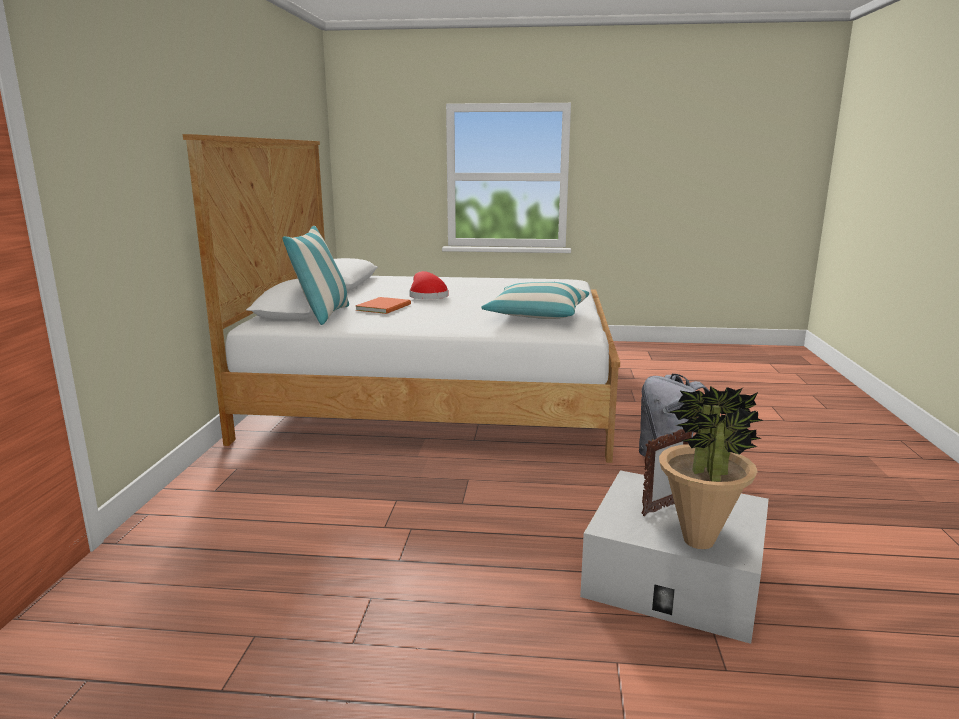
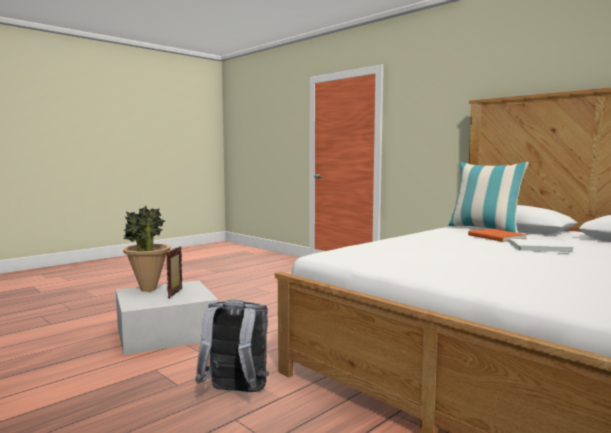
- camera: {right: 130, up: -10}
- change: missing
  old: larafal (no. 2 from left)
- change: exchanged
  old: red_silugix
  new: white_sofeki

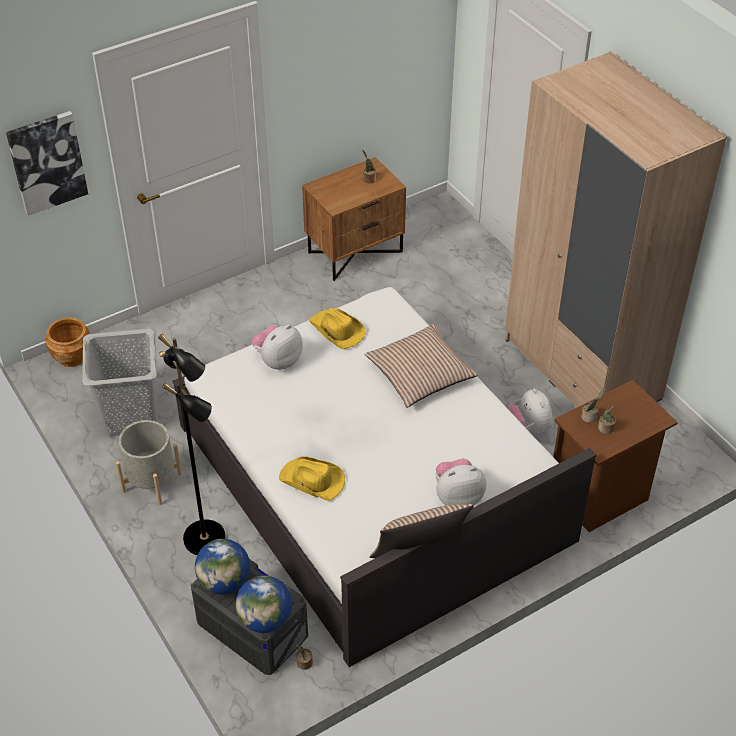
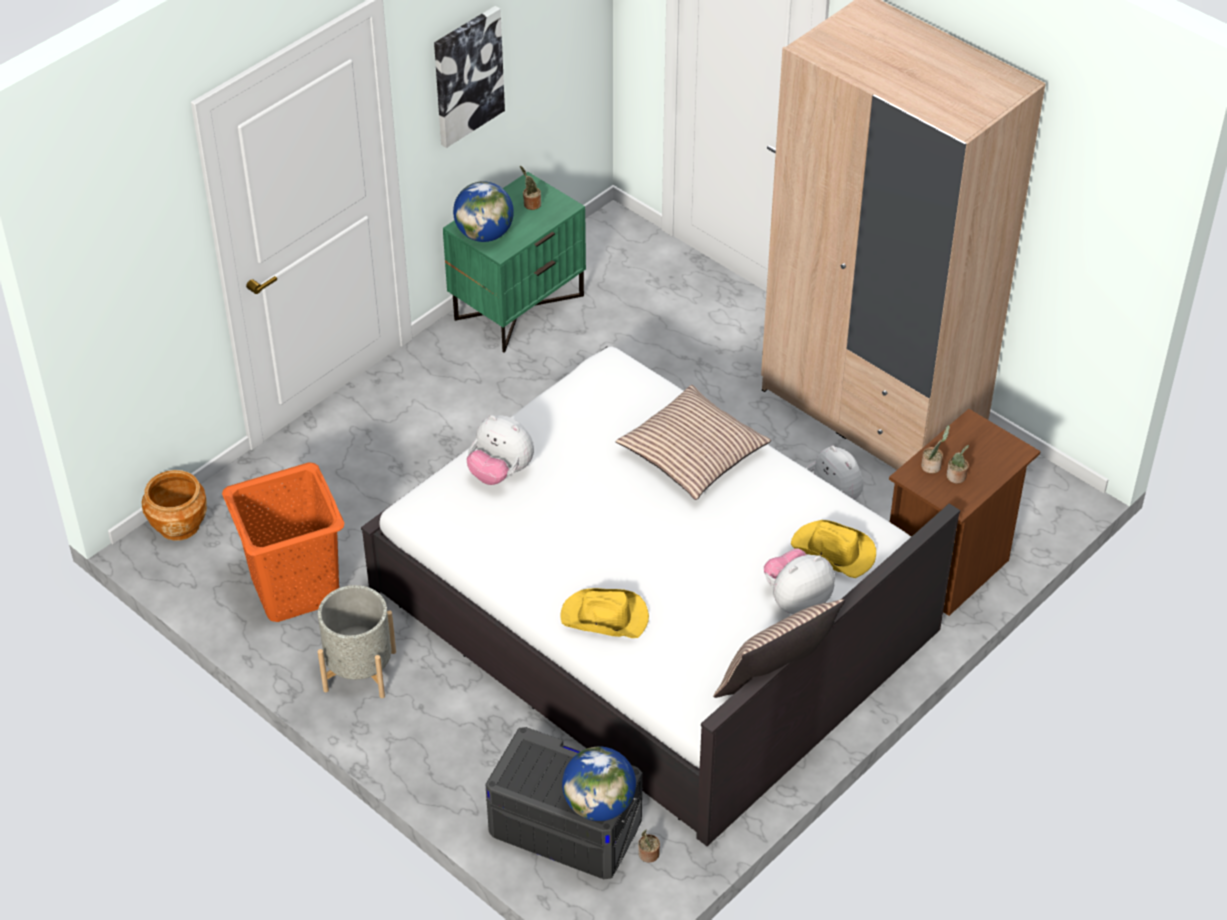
- camera: {right: -15, up: 0}
- change: missing
  old: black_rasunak
- change: relocated
  old: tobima
- change: relocated
  old: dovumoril (no. 1 from left)
- change: relocated
  old: yellow_silugix (no. 2 from left)
- change: colour
  old: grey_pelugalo
  new: orange_pelugalo
- change: colour
  old: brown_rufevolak (no. 1 from left)
  new: green_rufevolak
- change: spun
  old: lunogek (no. 1 from left)
  degrees: -90

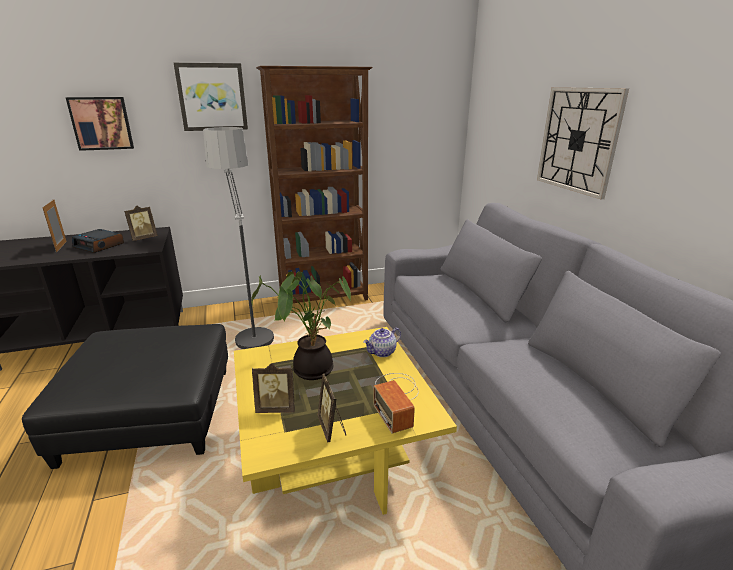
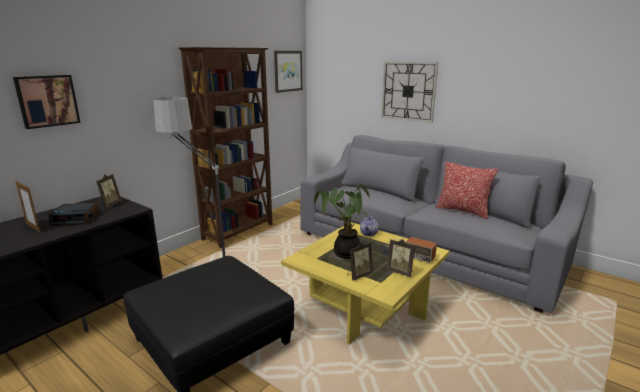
- camera: {right: -35, up: -5}
- change: appeared
  new: larafal
- change: relocated
  old: tobima (no. 2 from left)

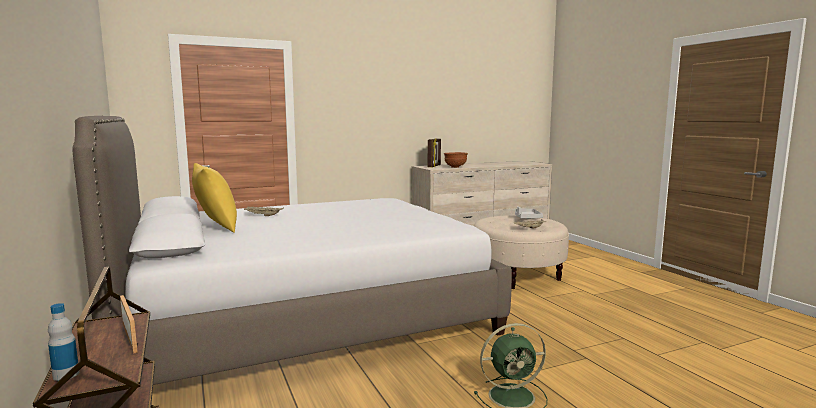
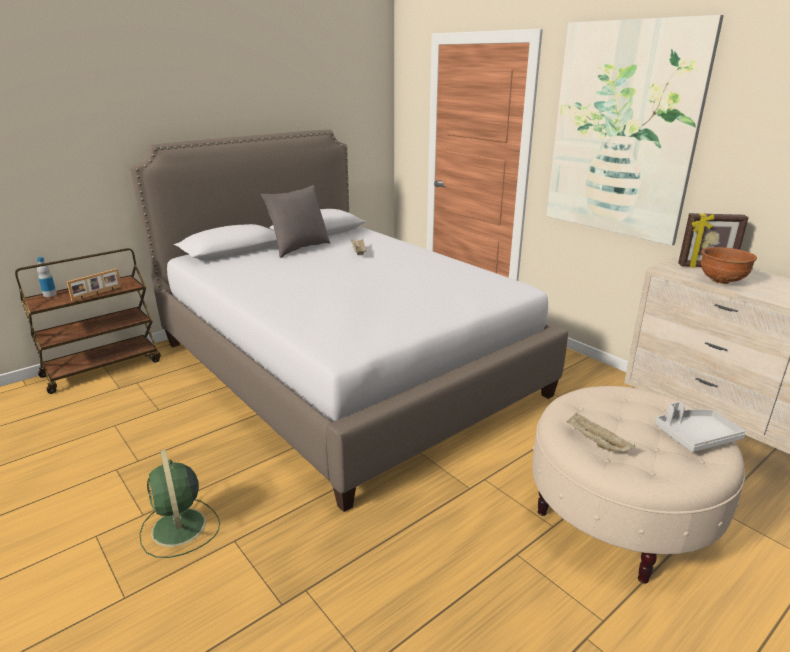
- camera: {right: 75, up: 15}
- change: appeared
  new: tobima
- change: colour
  old: yellow_larafal
  new: grey_larafal

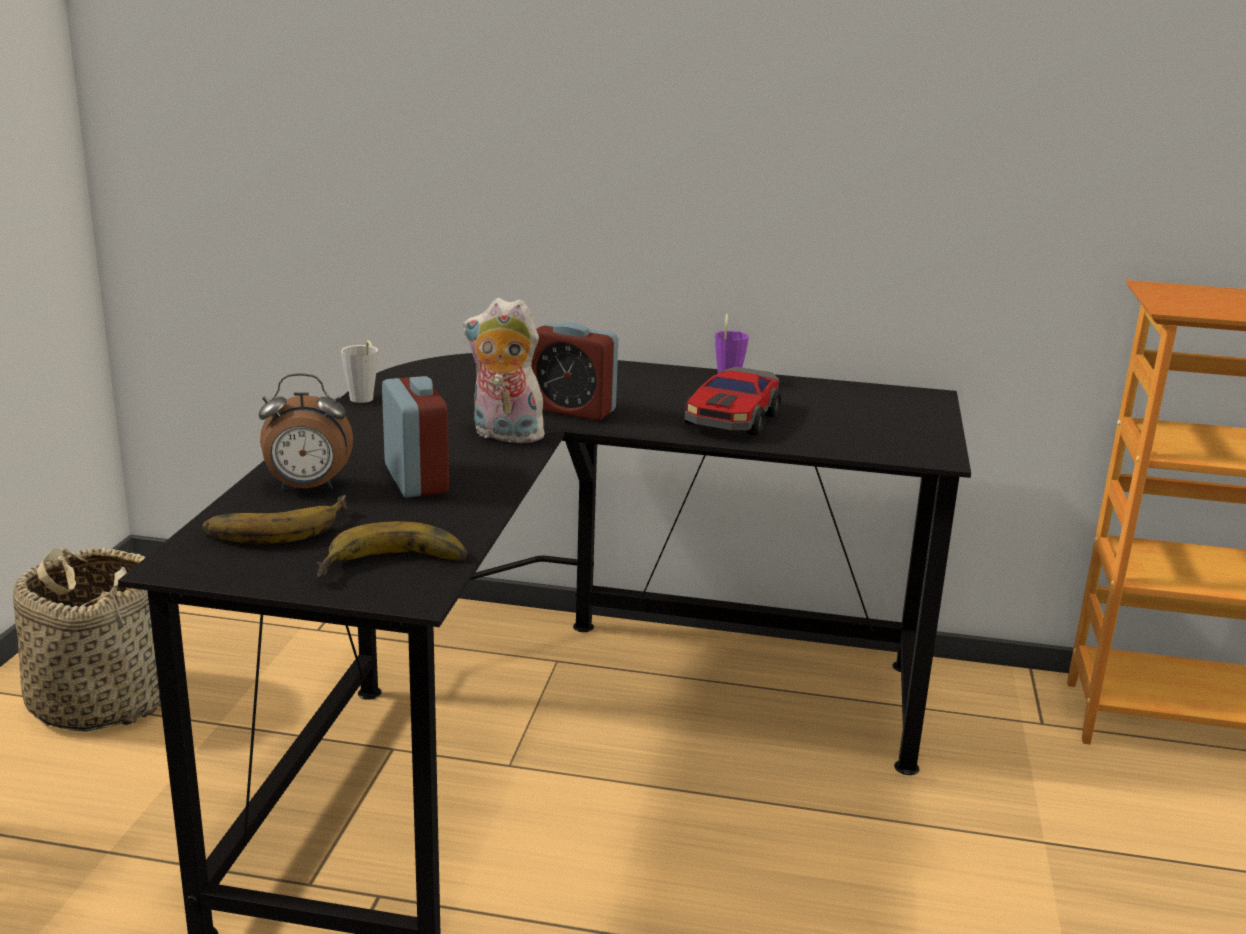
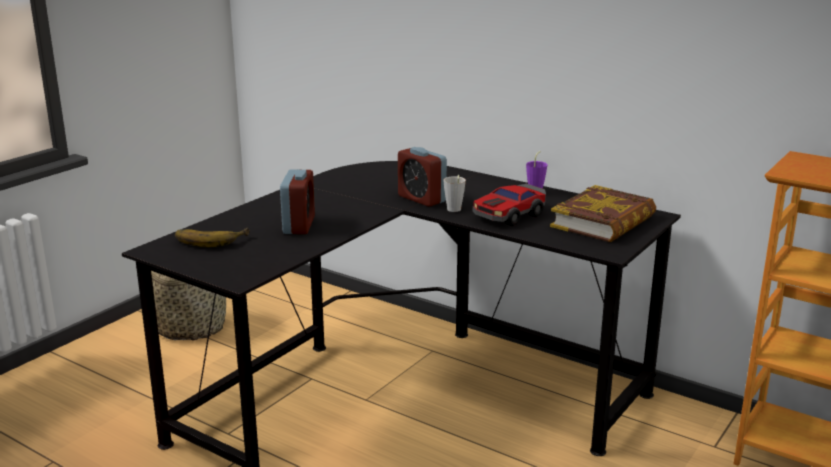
- camera: {right: 25, up: 0}
- change: missing
  old: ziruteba (no. 1 from left)
- change: missing
  old: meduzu (no. 2 from left)
- change: missing
  old: lunogek
- change: appeared
  new: sofeki
- change: relocated
  old: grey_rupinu

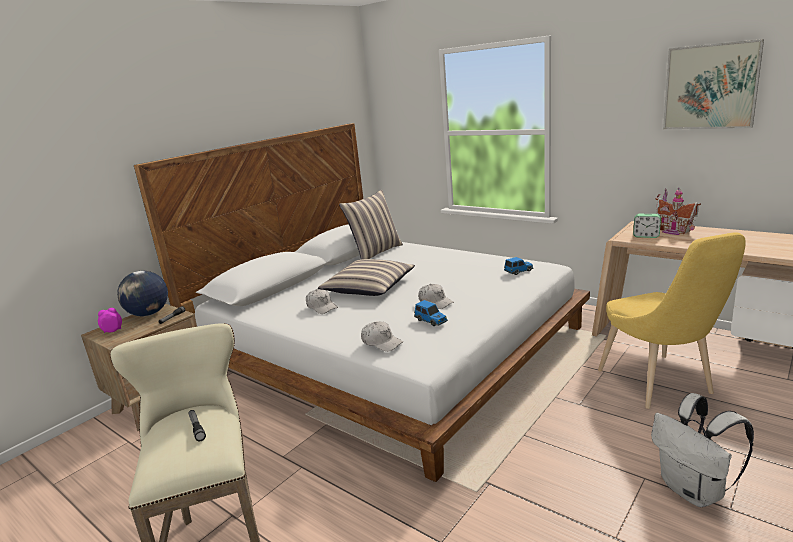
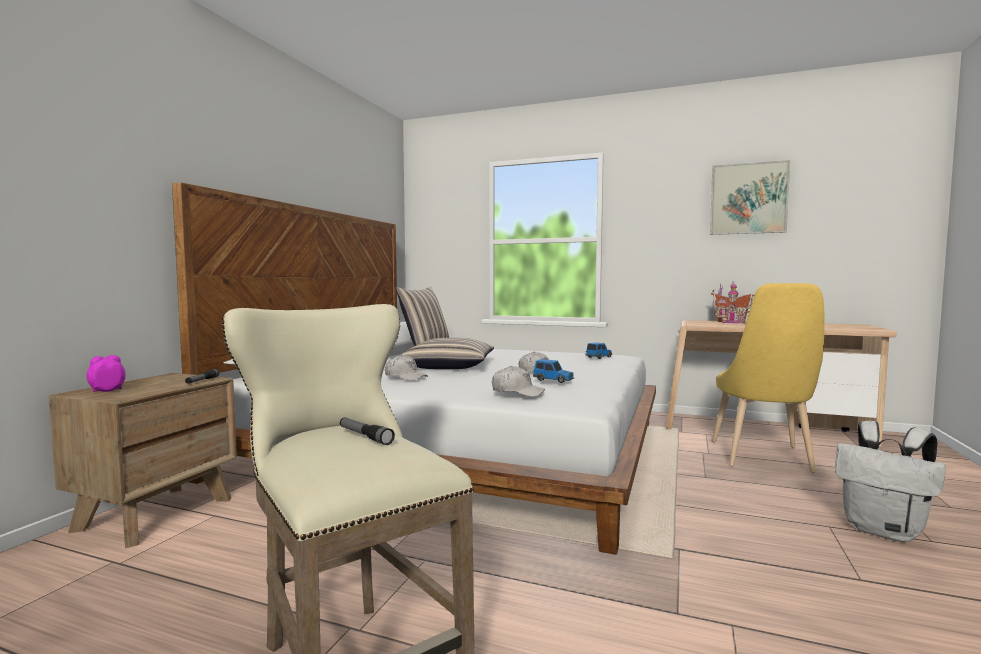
- camera: {right: -20, up: -15}
- change: missing
  old: dovumoril
- change: missing
  old: ziruteba (no. 2 from left)
- change: spun
  old: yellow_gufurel
  degrees: 45

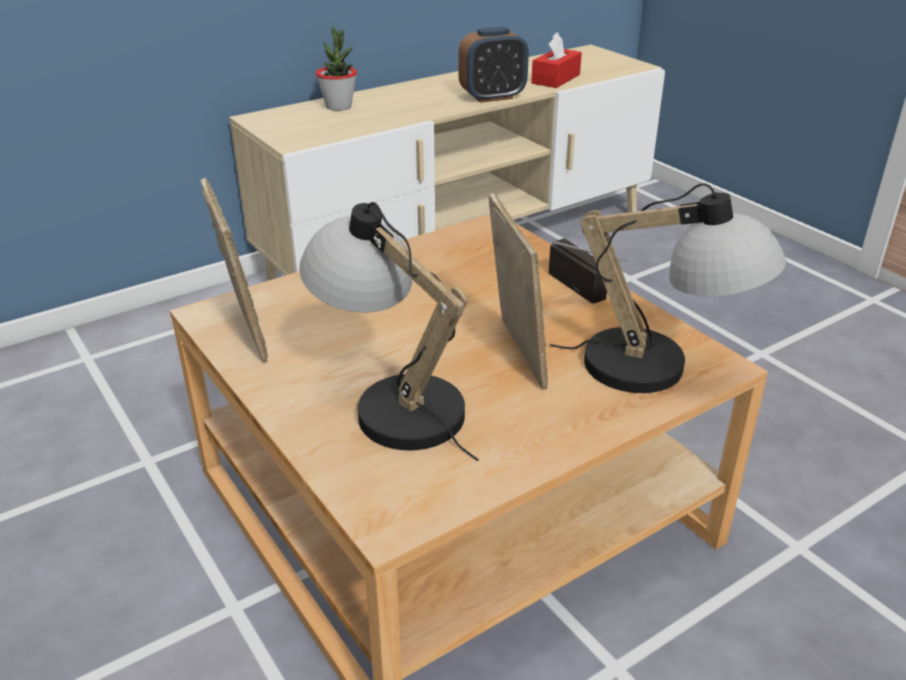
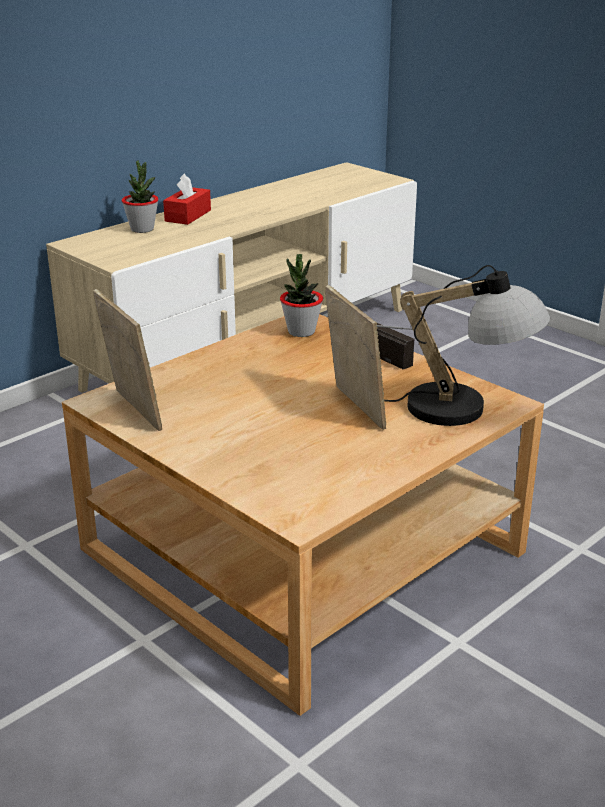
- camera: {right: -10, up: -5}
- change: missing
  old: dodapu (no. 1 from left)
- change: missing
  old: ziruteba
- change: appeared
  new: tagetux (no. 2 from left)
- change: relocated
  old: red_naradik

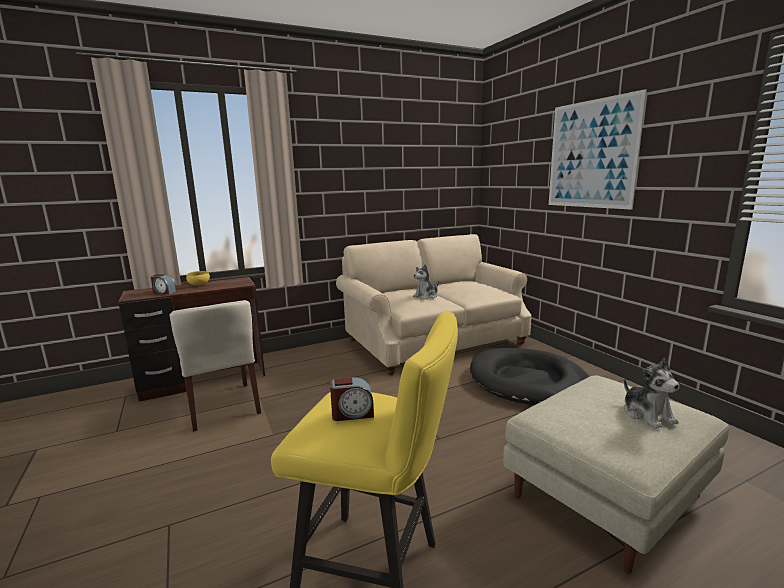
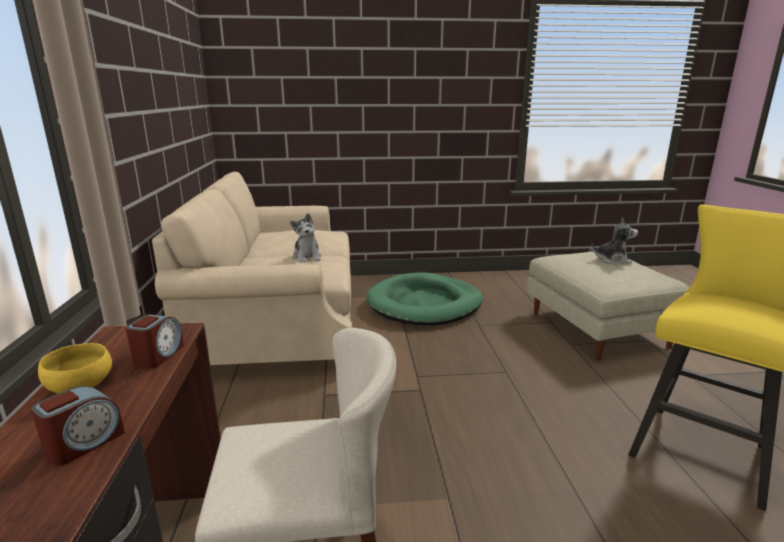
- camera: {right: -70, up: 5}
- change: missing
  old: tobima
- change: relocated
  old: ziruteba (no. 2 from left)
- change: colour
  old: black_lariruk
  new: green_lariruk

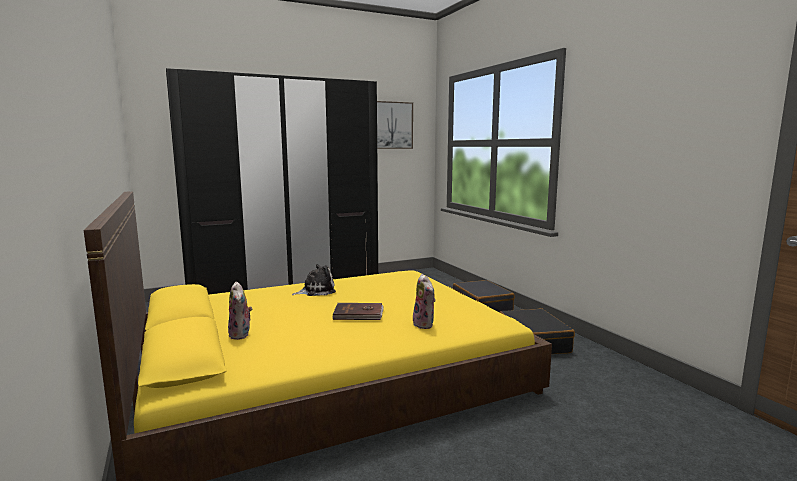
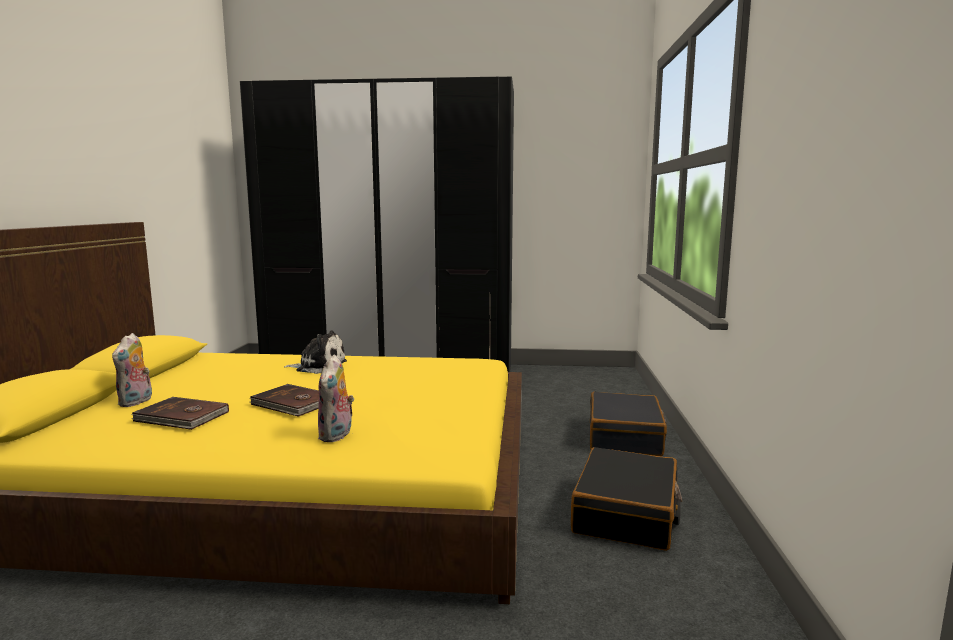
- camera: {right: 30, up: 0}
- change: missing
  old: tobima
- change: appeared
  new: brown_sofeki (no. 1 from left)

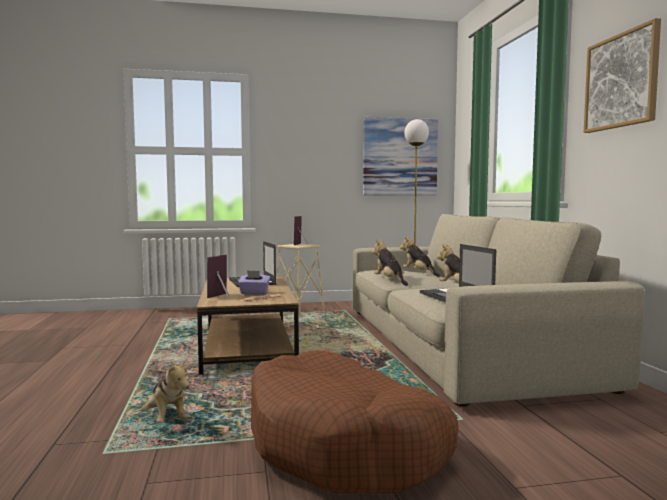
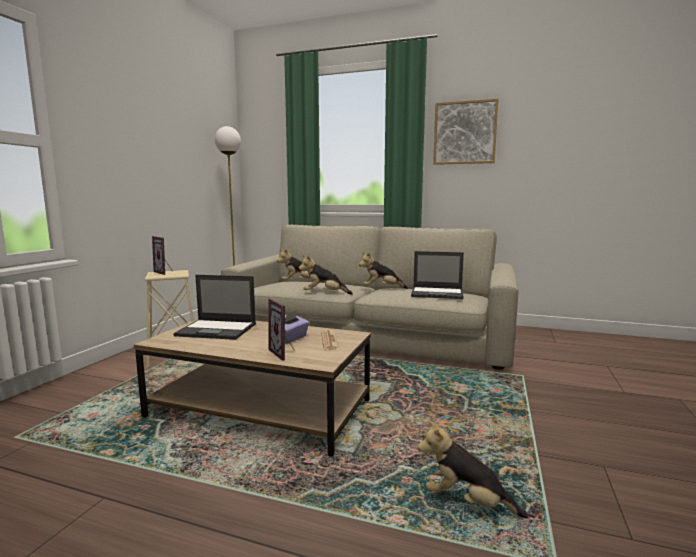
- camera: {right: -60, up: 5}
- change: missing
  old: brown_lariruk
- change: missing
  old: tobima (no. 1 from left)
- change: spun
  old: lunogek (no. 1 from left in the first image)
  degrees: -150

